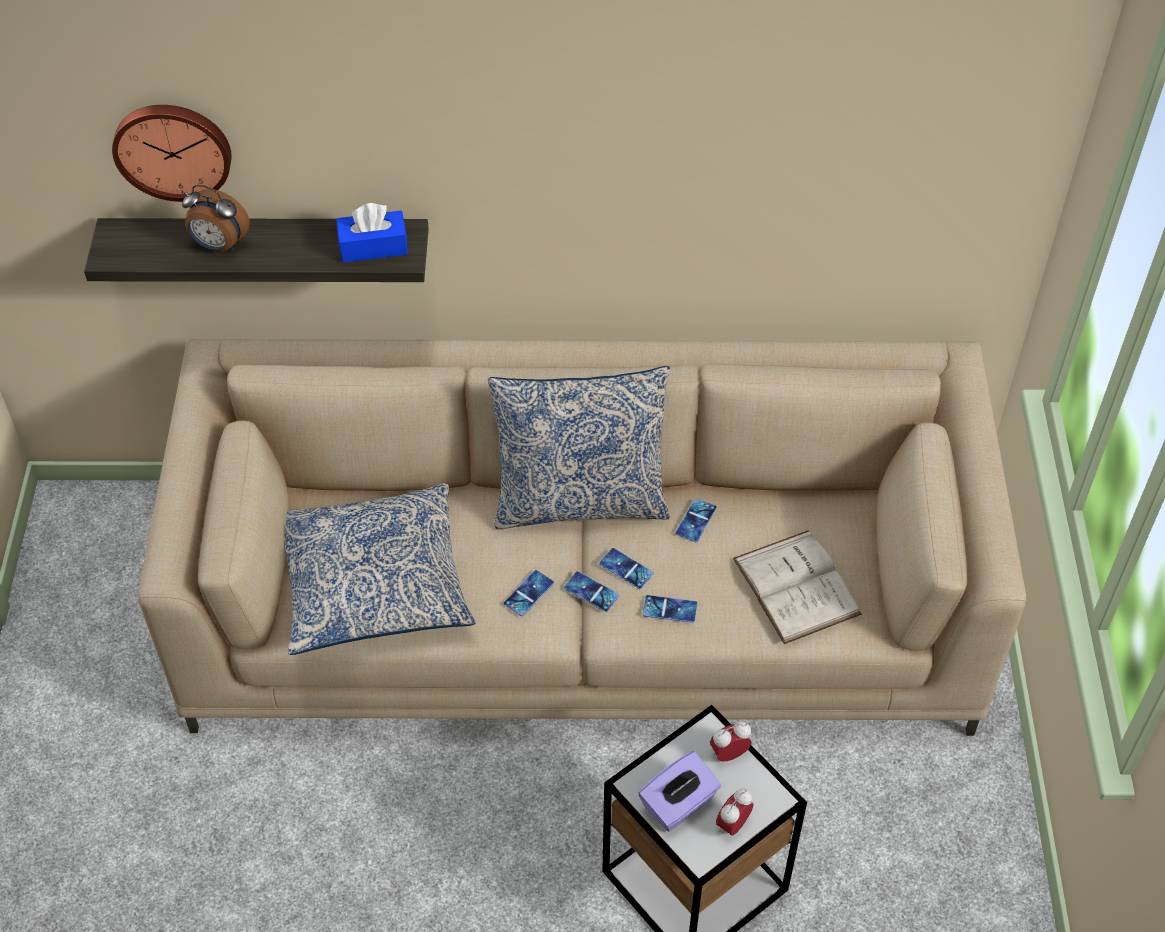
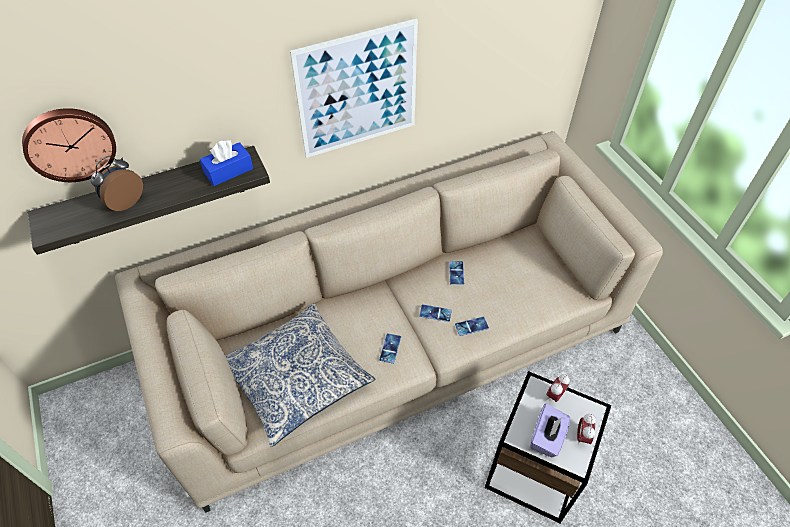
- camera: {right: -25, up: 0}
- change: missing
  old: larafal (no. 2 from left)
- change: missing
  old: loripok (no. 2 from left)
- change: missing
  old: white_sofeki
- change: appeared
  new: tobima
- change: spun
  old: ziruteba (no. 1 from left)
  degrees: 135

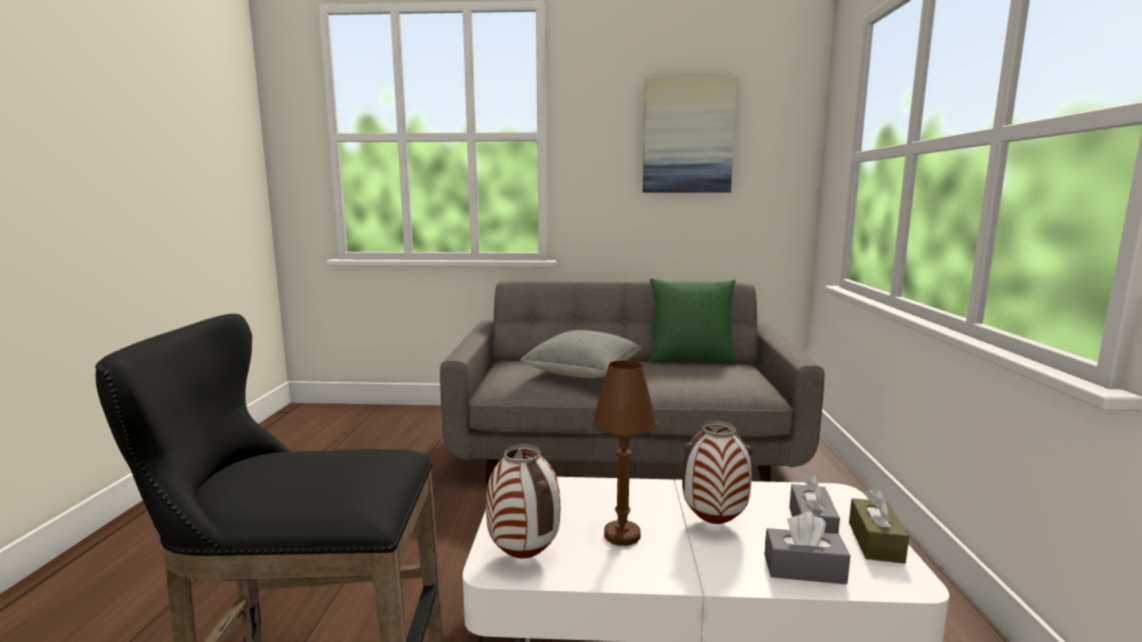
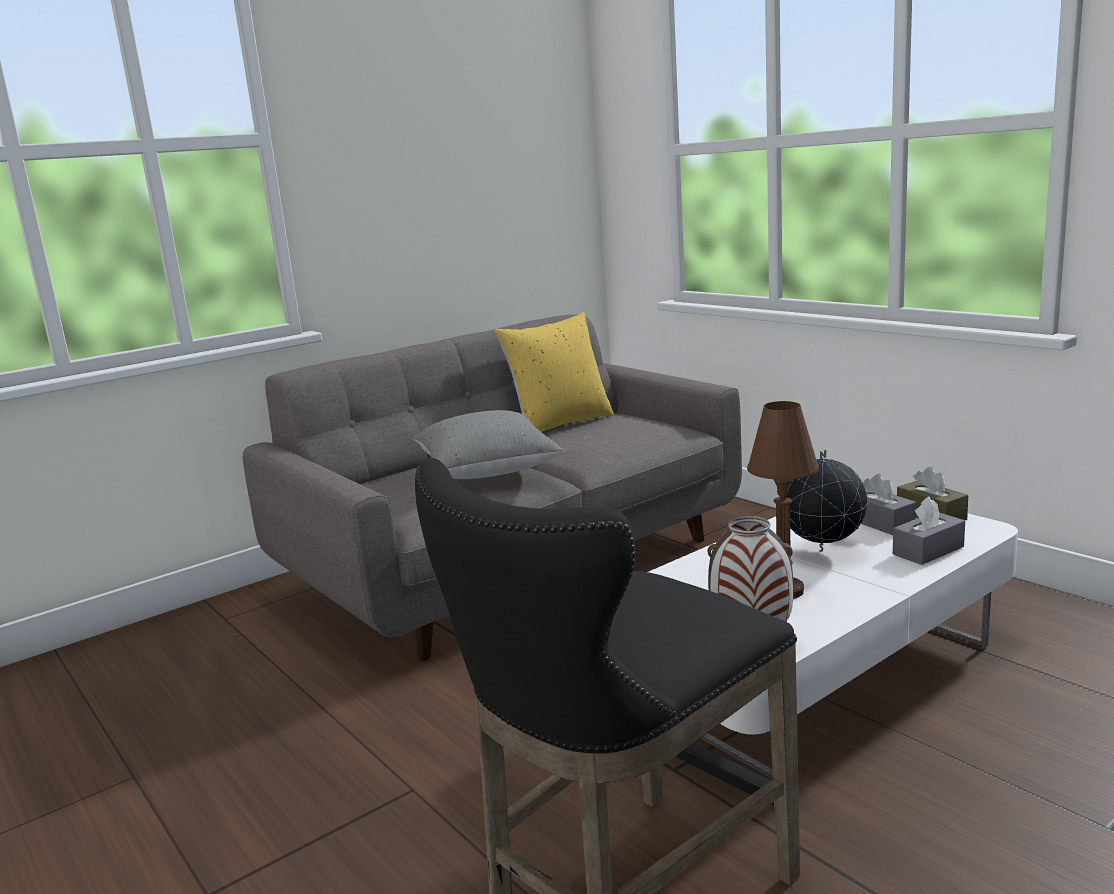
- camera: {right: -40, up: 5}
- change: missing
  old: tobima
- change: exchanged
  old: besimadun (no. 2 from left)
  new: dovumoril
- change: colour
  old: green_larafal
  new: yellow_larafal

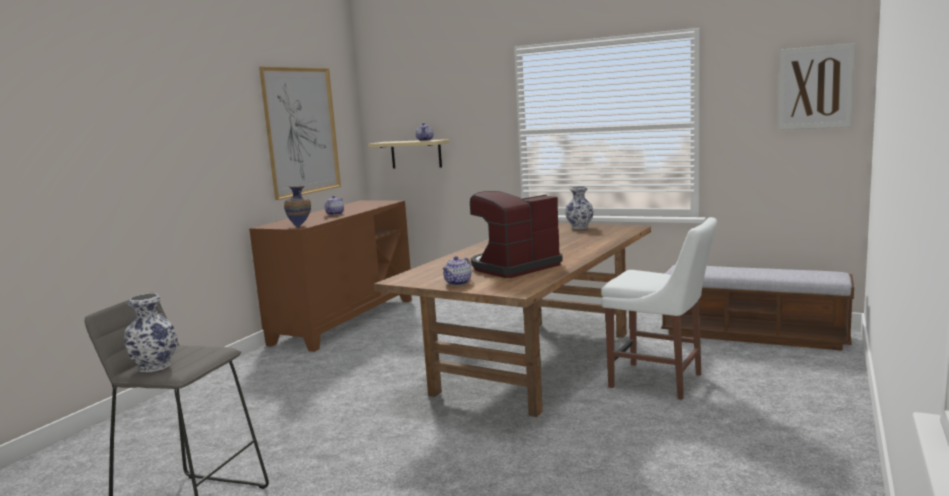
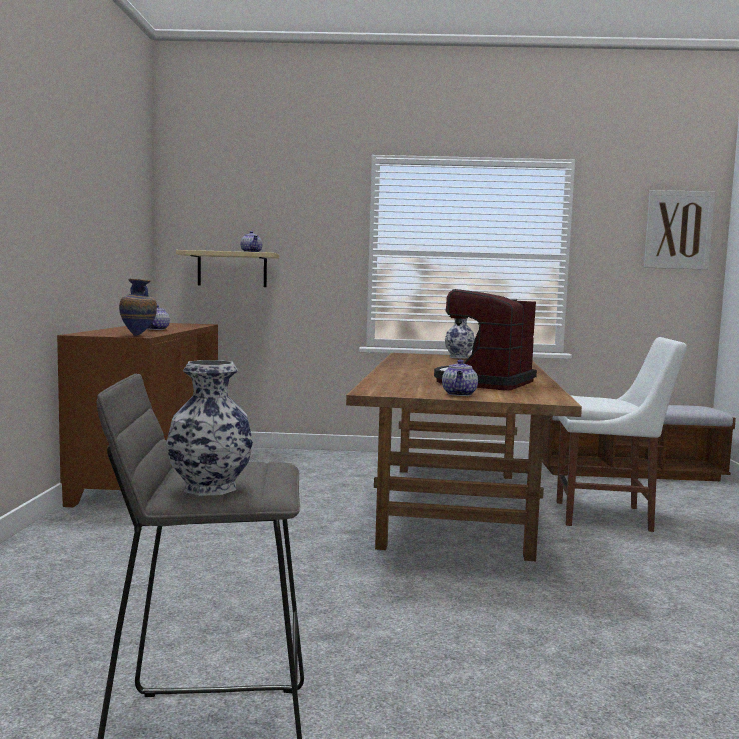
- camera: {right: -25, up: -5}
- change: missing
  old: tobima (no. 1 from left)

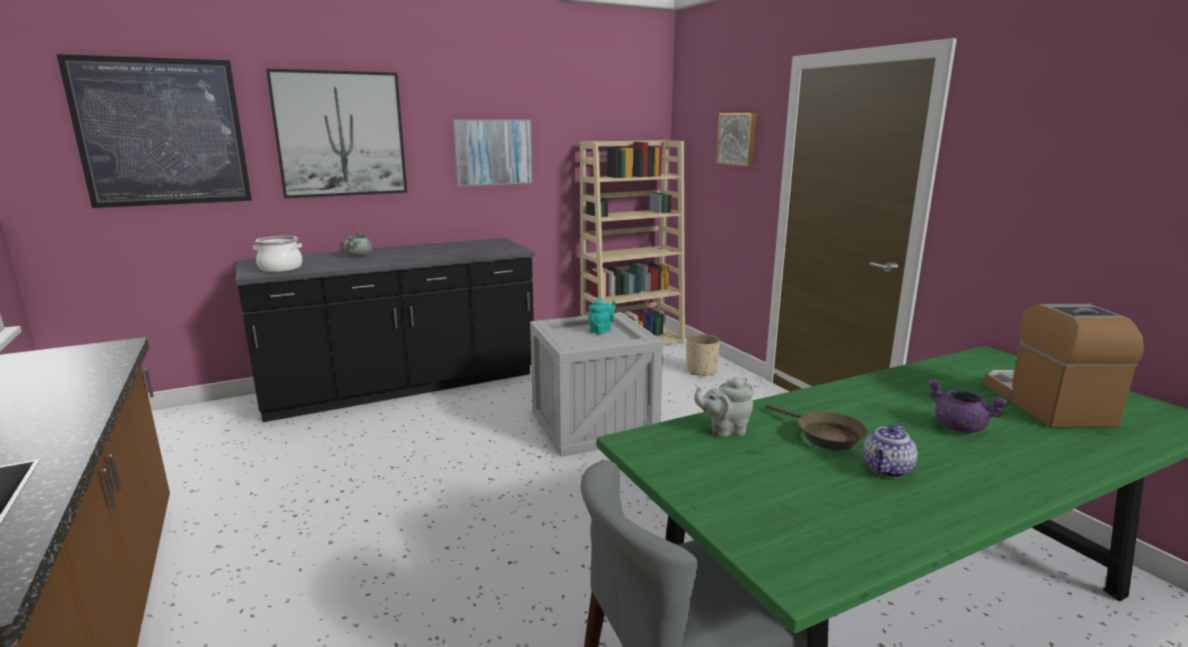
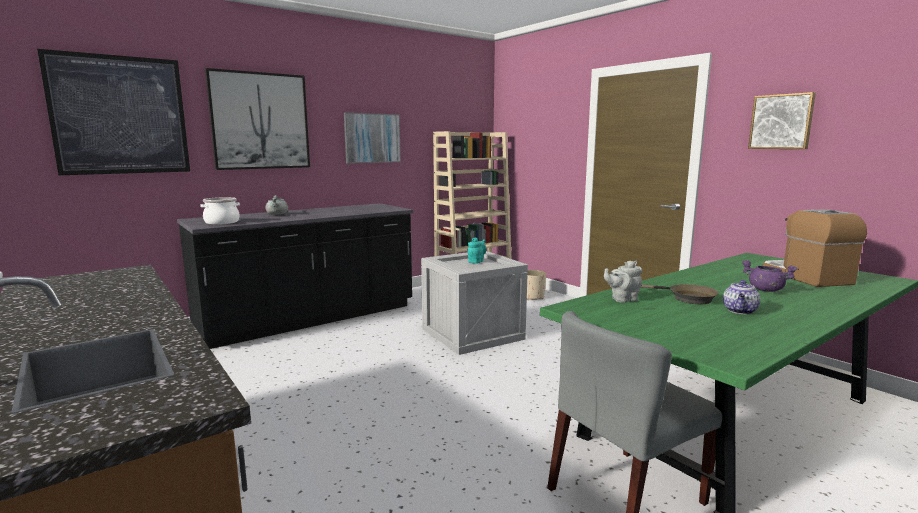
- camera: {right: -10, up: -5}
- change: relocated
  old: tobima (no. 4 from left)

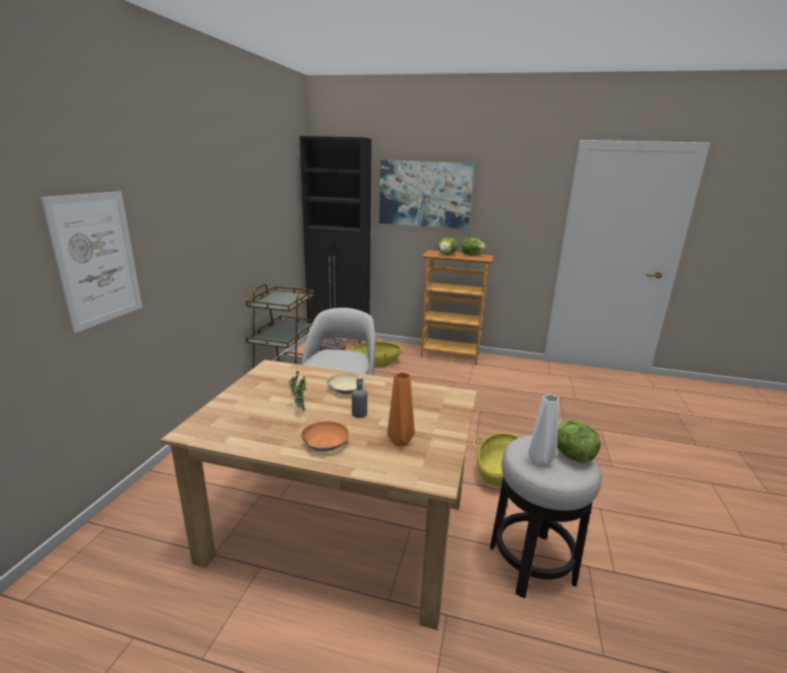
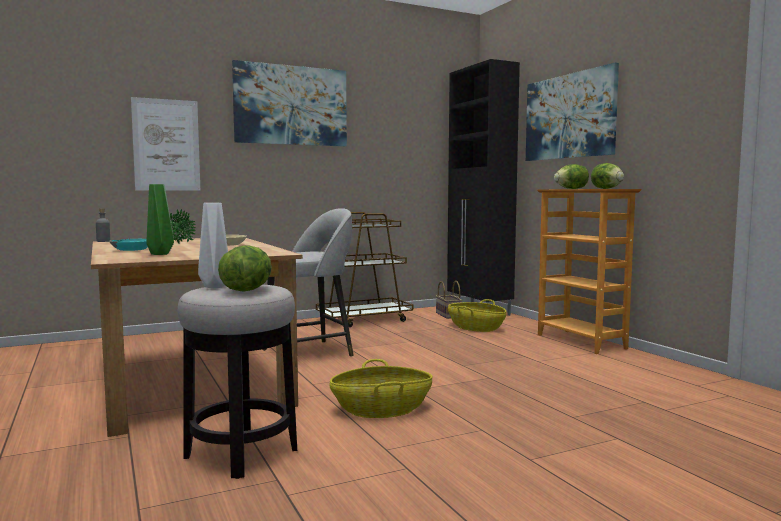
- camera: {right: 50, up: -15}
- change: appeared
  new: tobima (no. 2 from left)
- change: relocated
  old: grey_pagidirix
- change: colour
  old: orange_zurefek
  new: turquoise_zurefek
- change: colour
  old: orange_besimadun
  new: green_besimadun

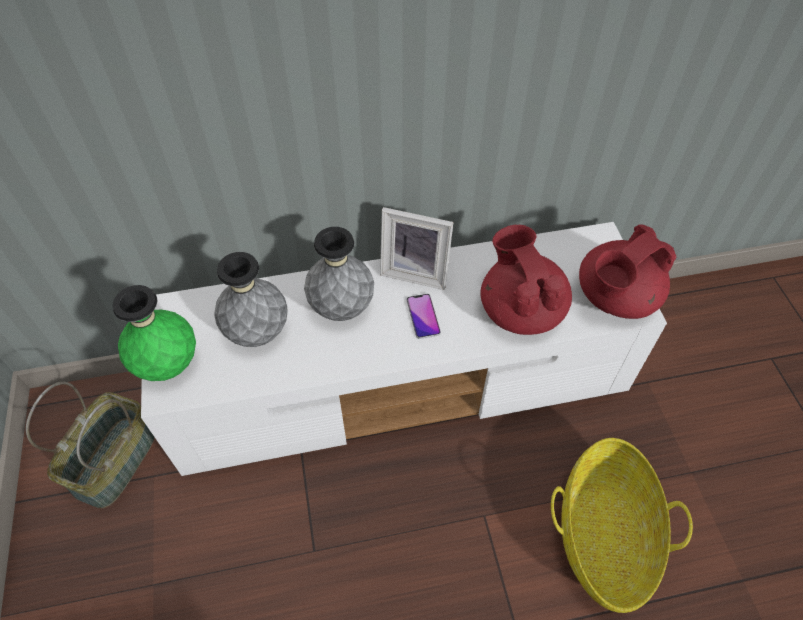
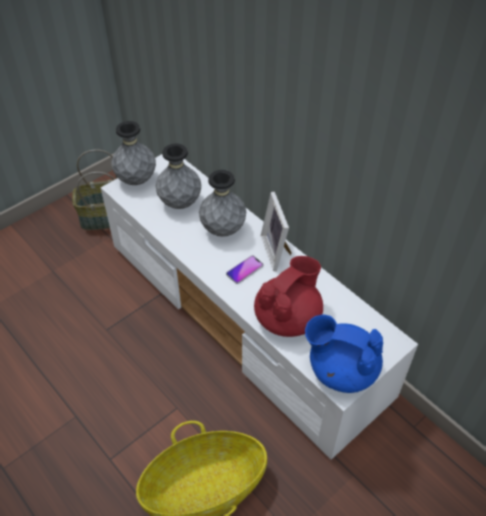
- camera: {right: 60, up: -5}
- change: colour
  old: green_besimadun
  new: grey_besimadun (no. 1 from left)
- change: colour
  old: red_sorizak (no. 2 from left)
  new: blue_sorizak

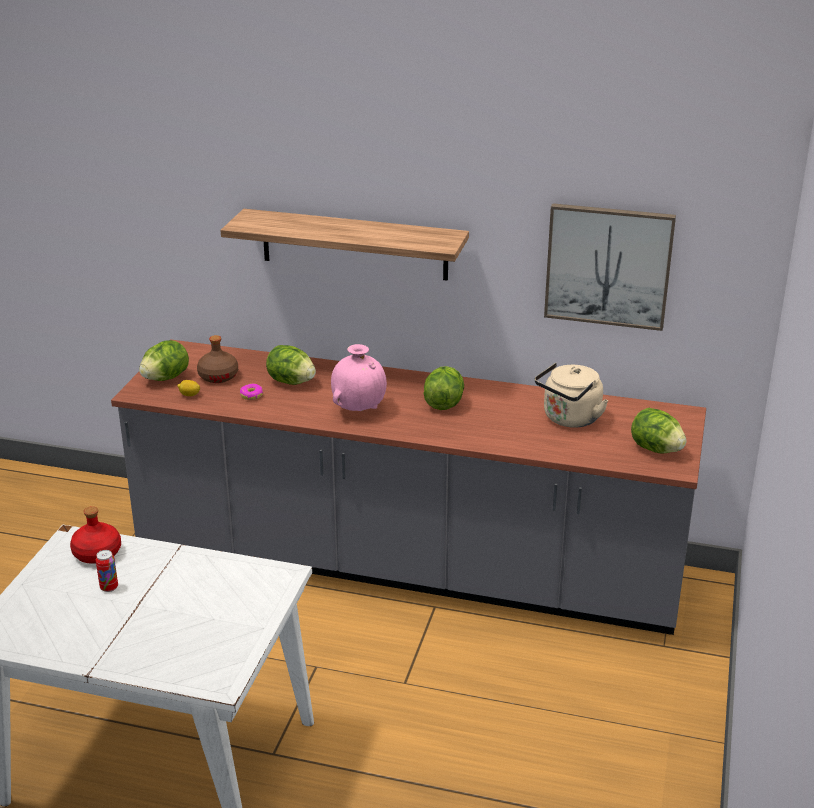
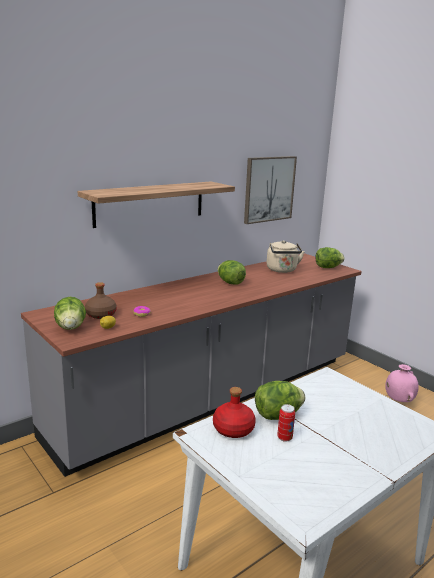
- camera: {right: -55, up: -10}
- change: relocated
  old: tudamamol (no. 2 from left in the first image)
  new: tudamamol (no. 3 from left)
- change: relocated
  old: pink_besimadun

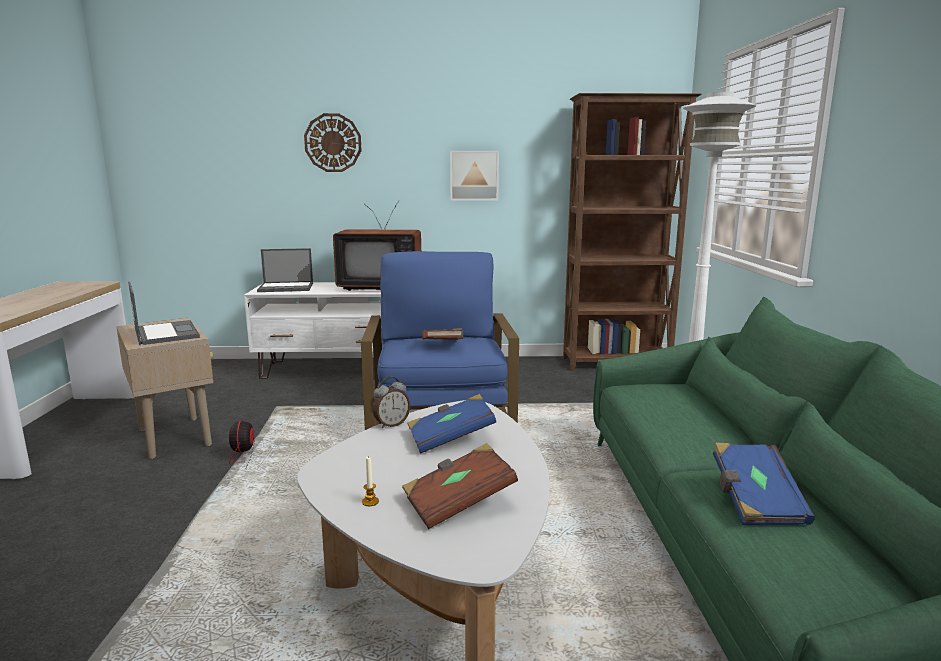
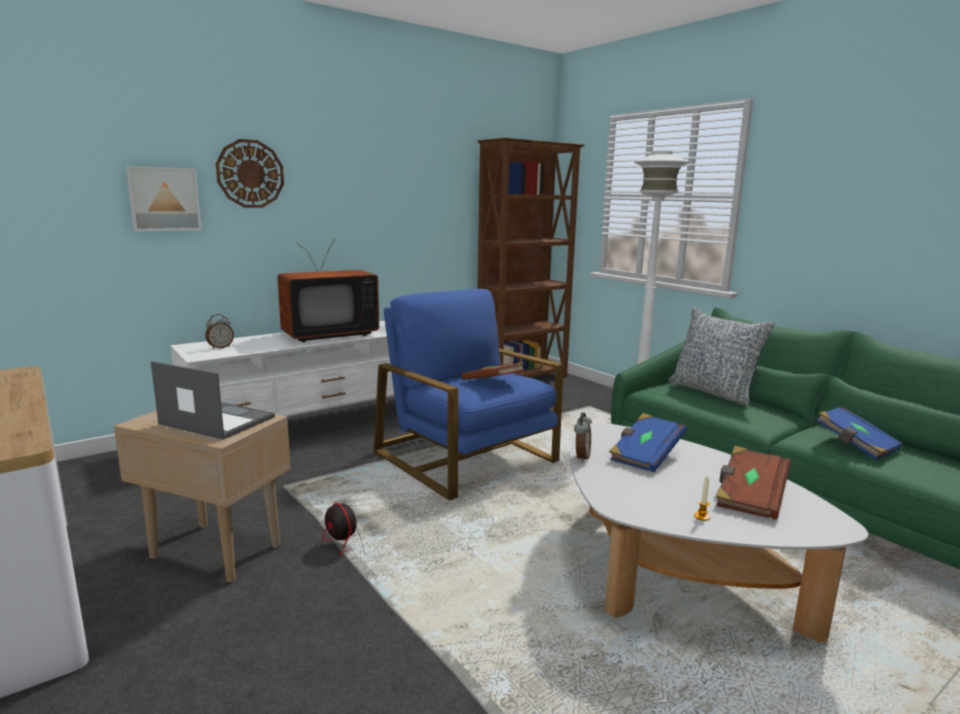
- camera: {right: -35, up: 0}
- change: appeared
  new: larafal
- change: relocated
  old: tobima
- change: exchanged
  old: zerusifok (no. 2 from left)
  new: ziruteba (no. 1 from left)

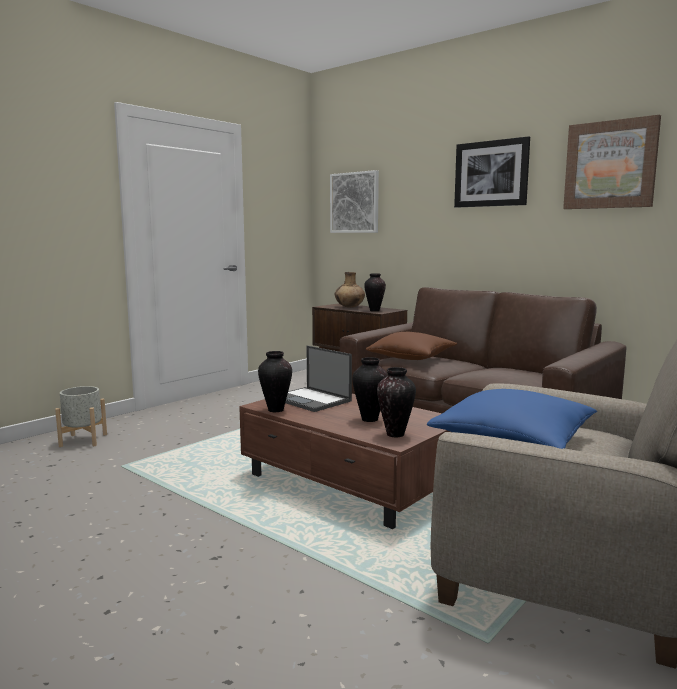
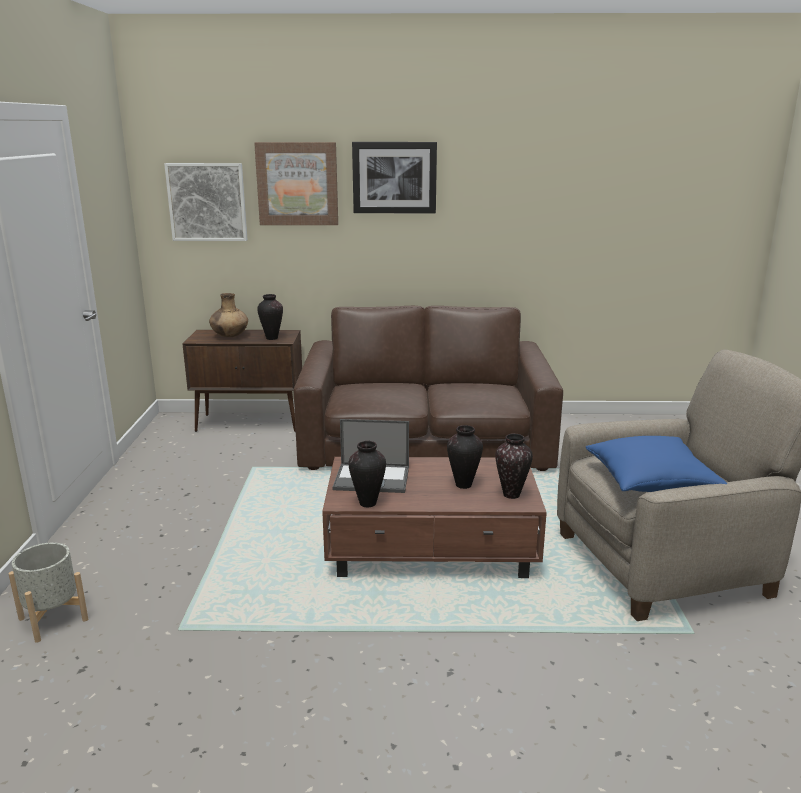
- camera: {right: -40, up: 10}
- change: missing
  old: brown_larafal
- change: relocated
  old: tobima (no. 3 from left in the first image)
  new: tobima (no. 2 from left)

